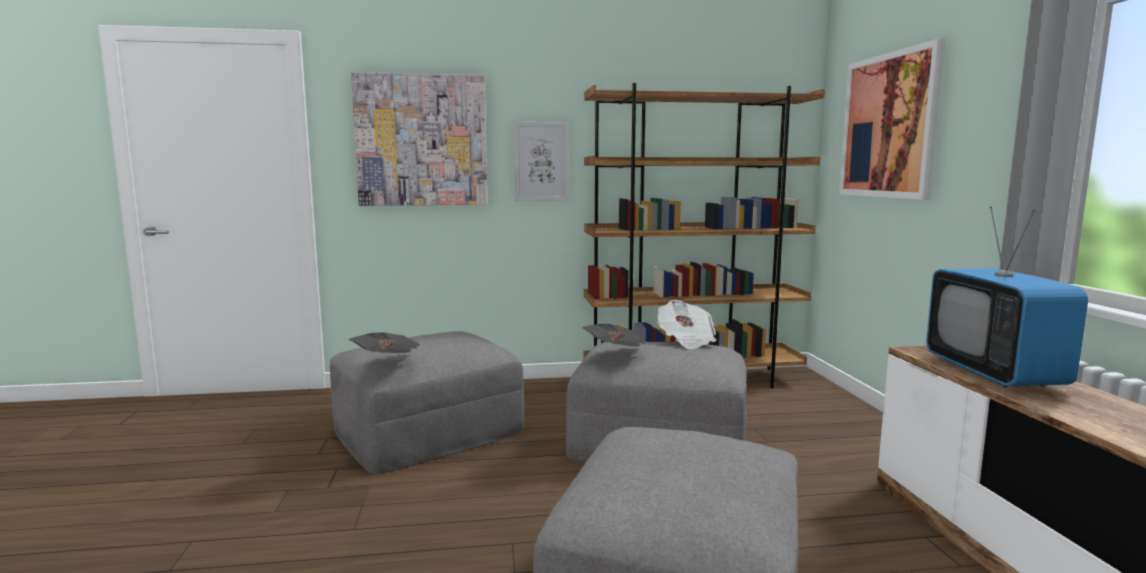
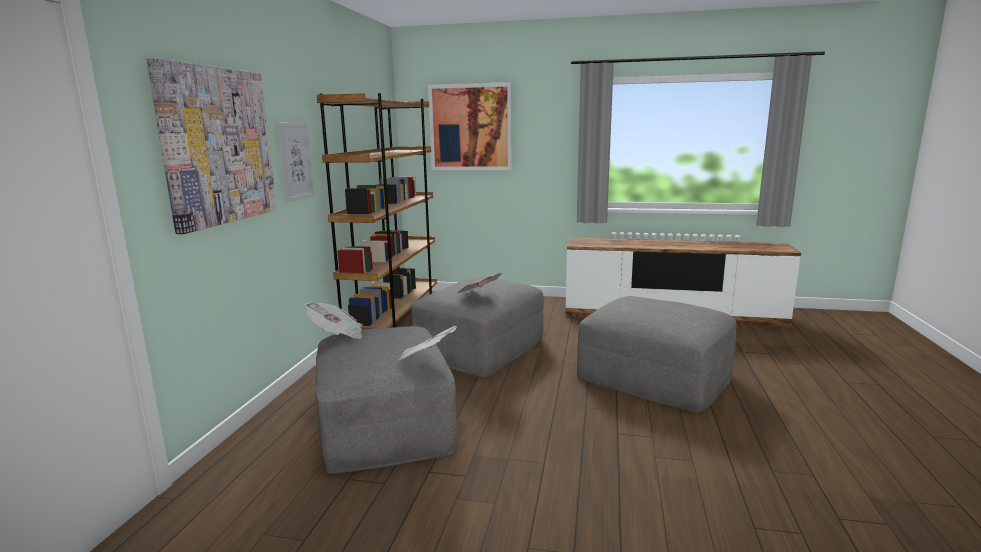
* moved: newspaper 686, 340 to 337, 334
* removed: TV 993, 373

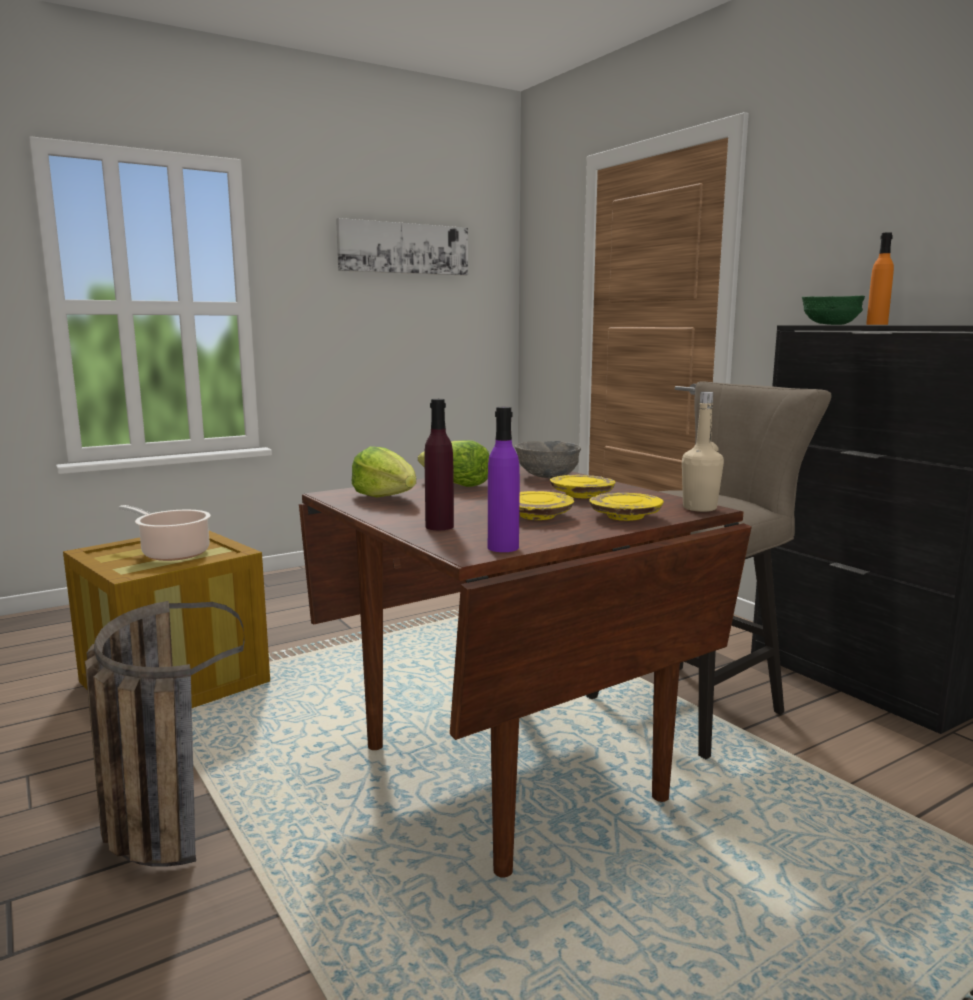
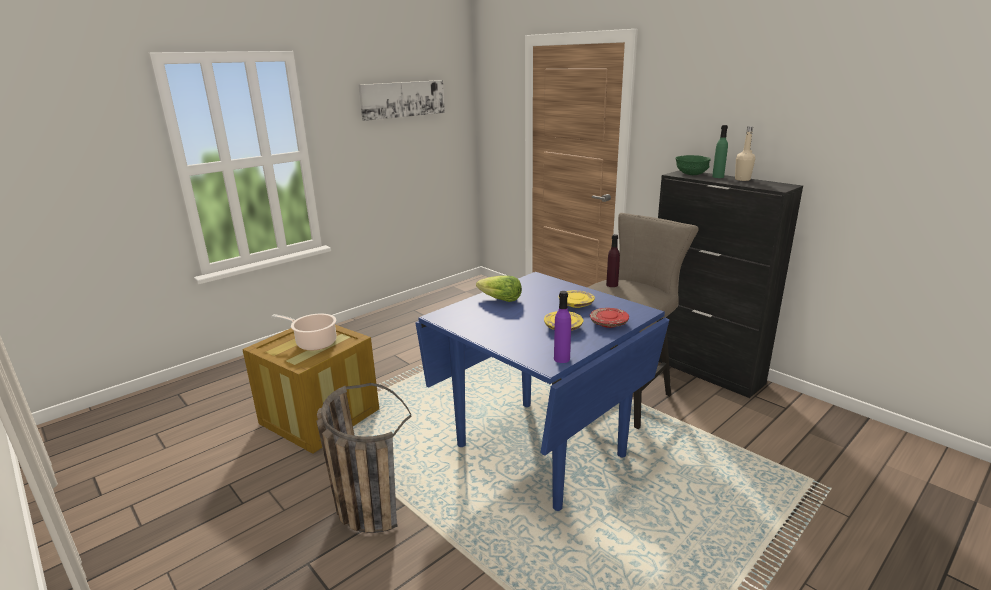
* recoloured: brown dining table 512, 771 to blue dining table 541, 450
* recoloured: yellow flat dish 625, 517 to reddish flat dish 608, 324
* moved: purple-coloured beverage bottle 439, 526 to 612, 285
* recoloured: orangey beverage bottle 877, 324 to greenish beverage bottle 718, 177
* moved: beige beverage bottle 699, 508 to 742, 179
* removed: lettuce 387, 497
* removed: gray deep dish 547, 476

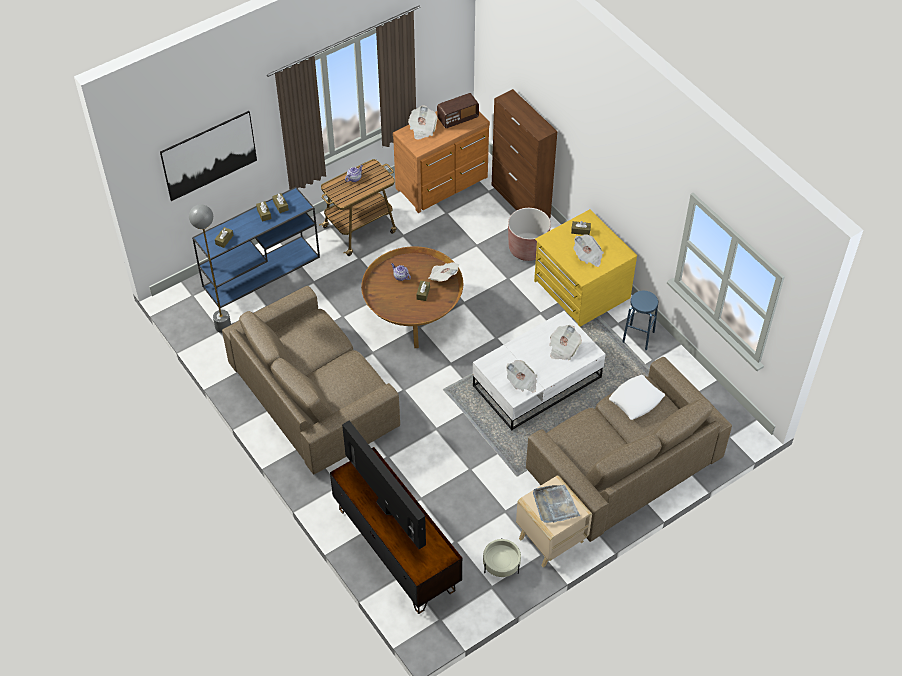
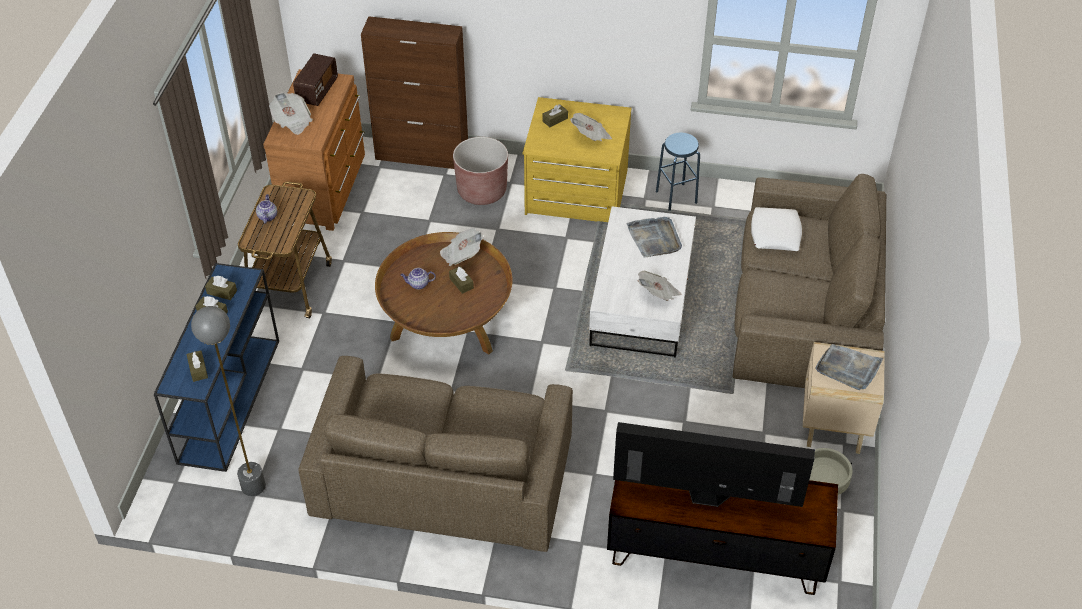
* replaced: newspaper 563, 348 to gray carrying tray 655, 238
* removed: wall picture 209, 155

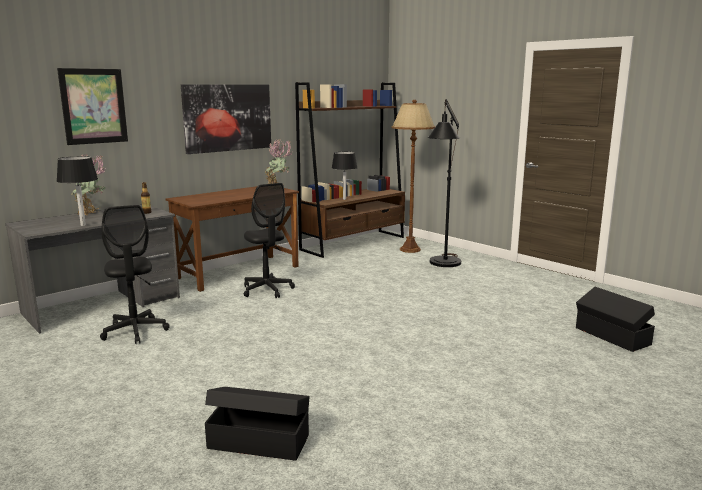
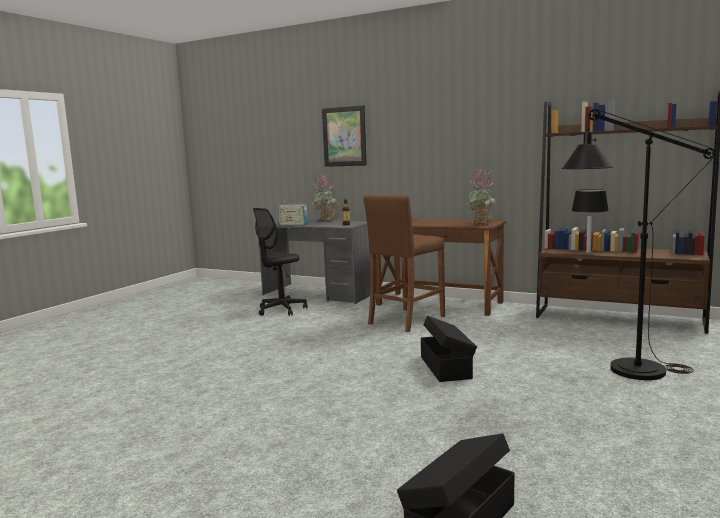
* replaced: blackish lamp for a table 83, 225 to radio set 293, 225
* replaced: blackish office chair 267, 290 to brown stool seat 406, 320
* moved: blackish storage box 258, 441 to 446, 367
* removed: wall picture 227, 117
* removed: brown standard lamp 409, 249

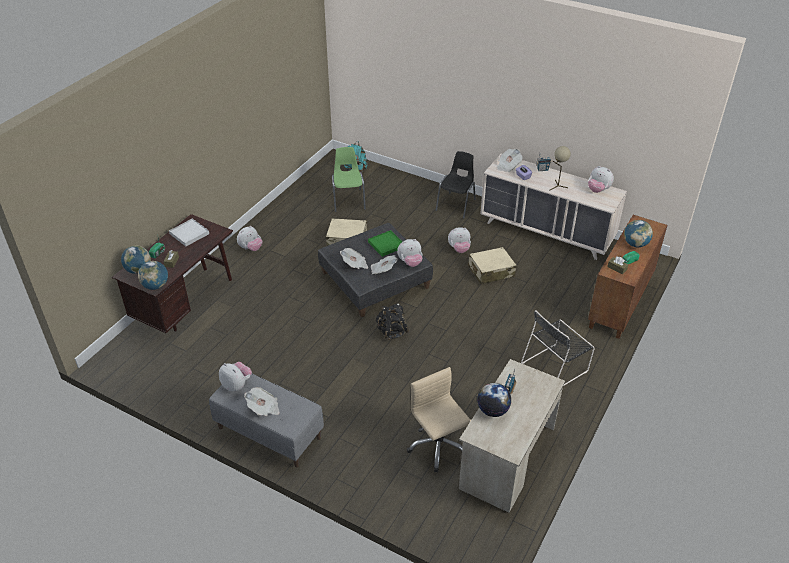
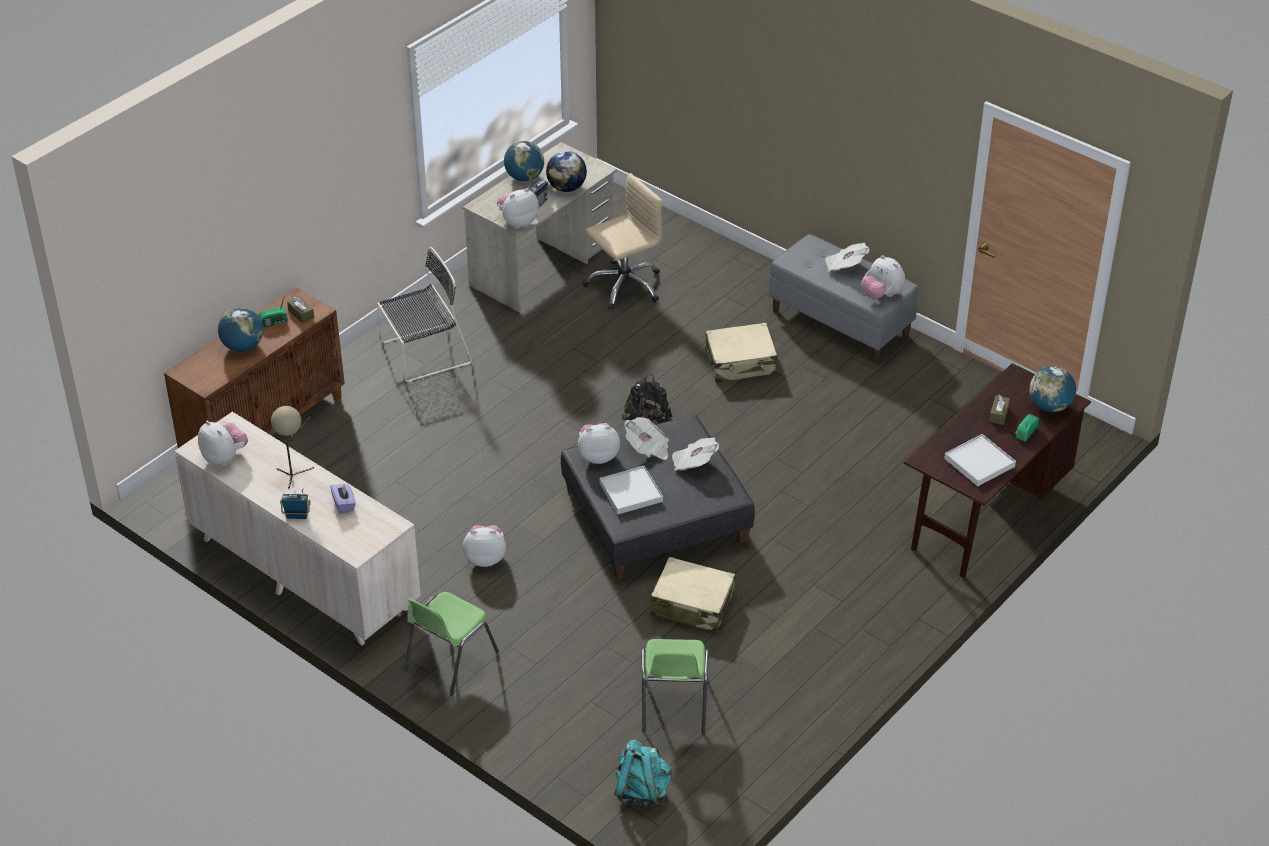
* recoloured: blackish plain chair 456, 205 to greenish plain chair 449, 661
* moved: soft toy 250, 248 to 518, 222
* moved: globe 155, 286 to 524, 177
* turned: beige office chair 437, 446 = 624, 285 105 degrees counterclockwise
* recoloured: greenish carrying tray 386, 245 to whitish carrying tray 631, 492
* moved: beige piece of luggage 491, 271 to 741, 362
* removed: newspaper 508, 166

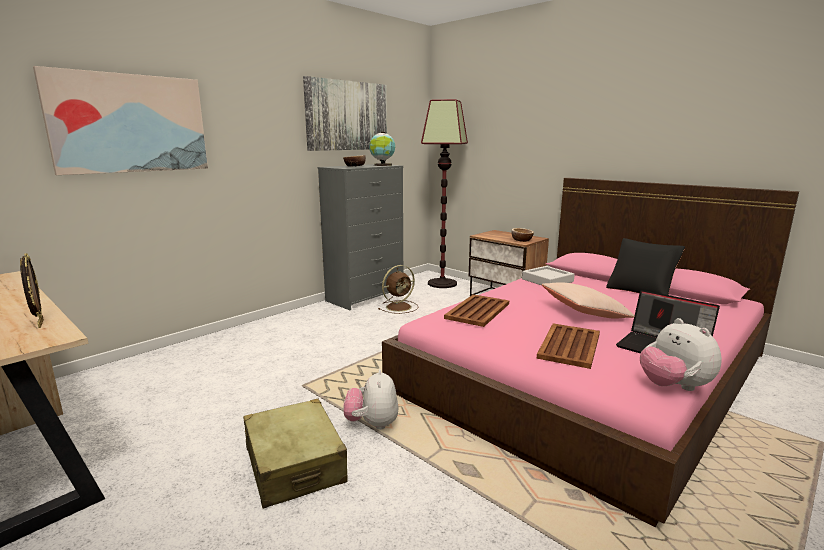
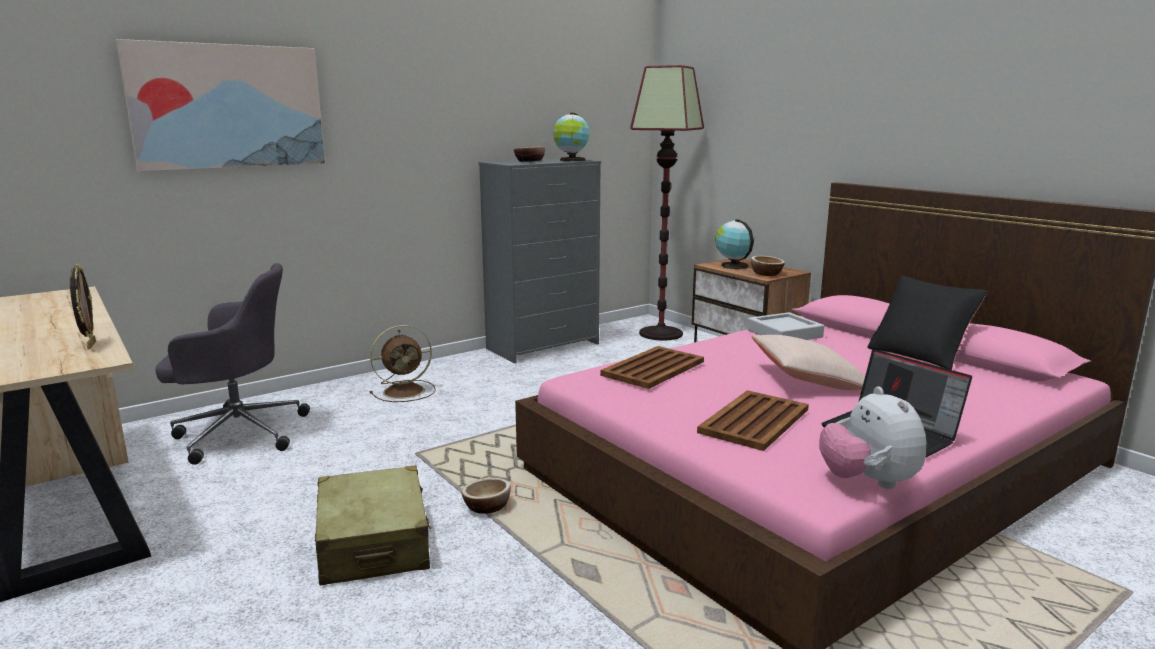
* added: gray office chair 237, 433
* moved: brown cooling fan 399, 307 to 406, 391
* replaced: soft toy 372, 424 to deep dish 487, 507
* added: globe 733, 266
* removed: wall picture 347, 116

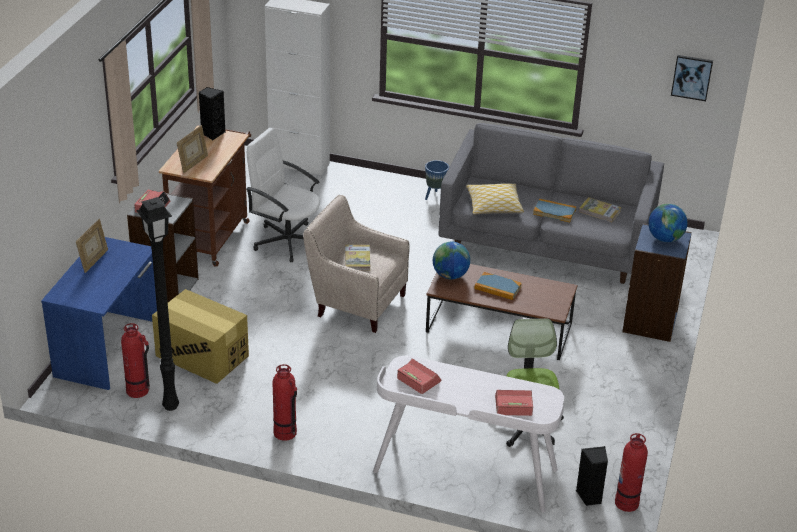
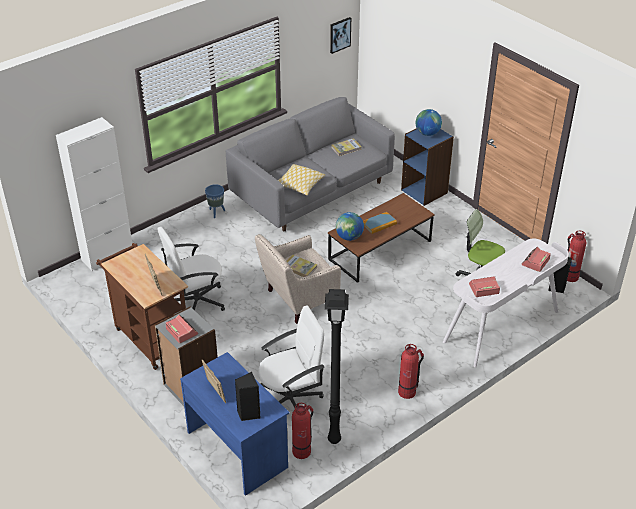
* moved: blackish loudspeaker 212, 133 to 248, 413
* replaced: packing box 202, 356 to whitish office chair 291, 400
* removed: book 554, 212

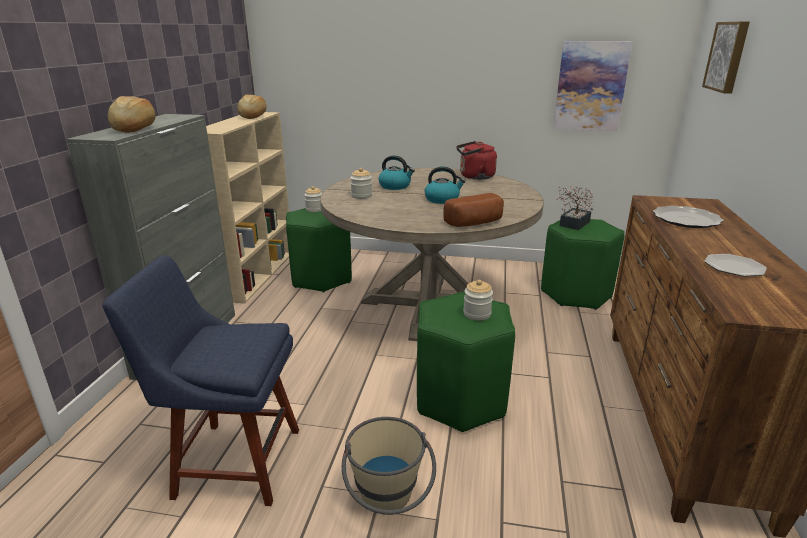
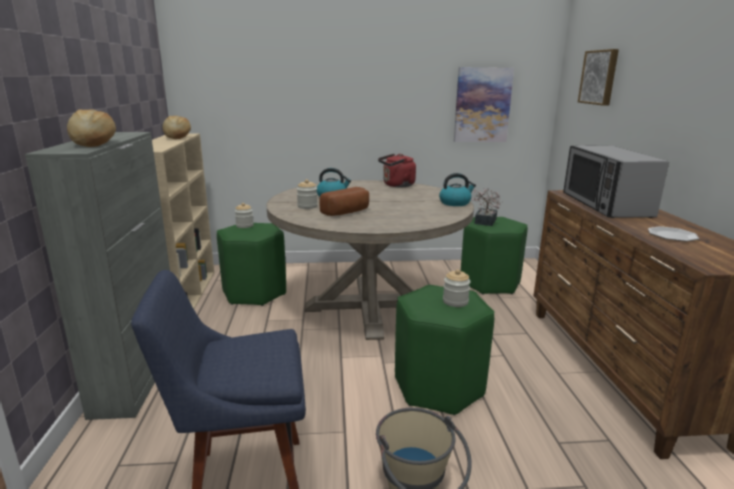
* moved: bread 476, 223 to 347, 212
* moved: kettle 442, 199 to 455, 203
* replaced: flat dish 686, 220 to microwave 605, 205

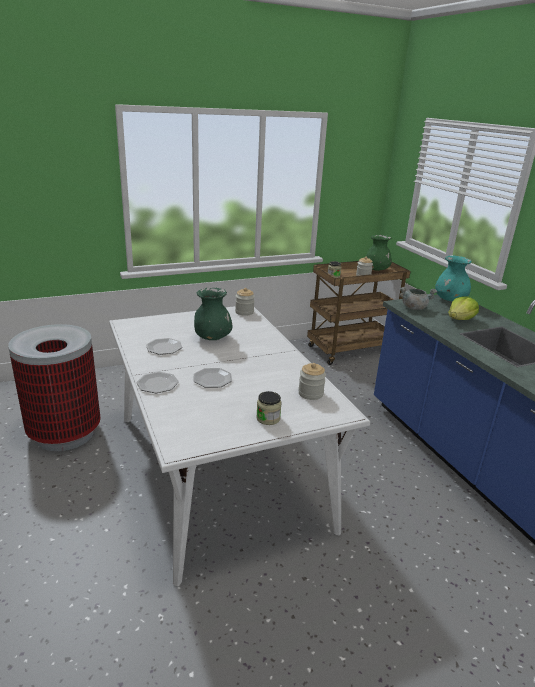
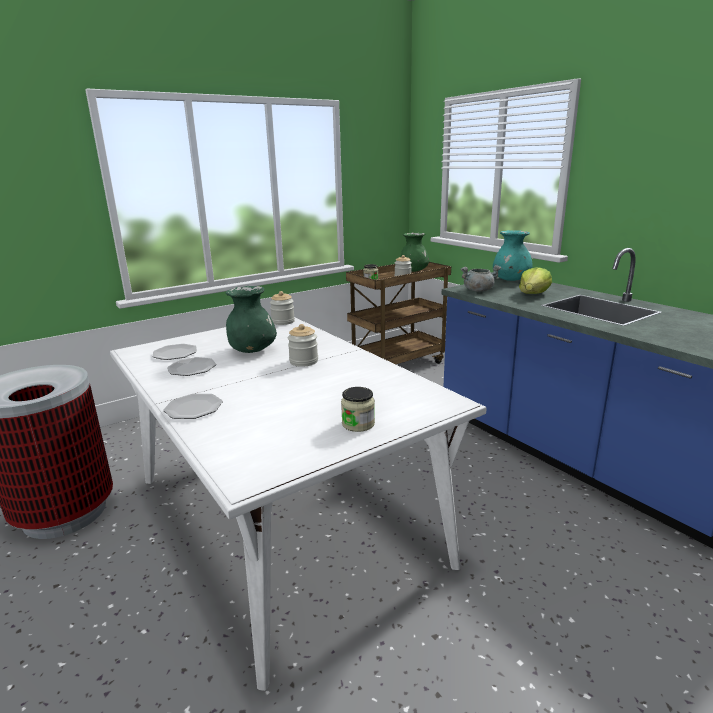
* moved: flat dish 212, 379 to 175, 354
* moved: storage jar 310, 393 to 303, 361

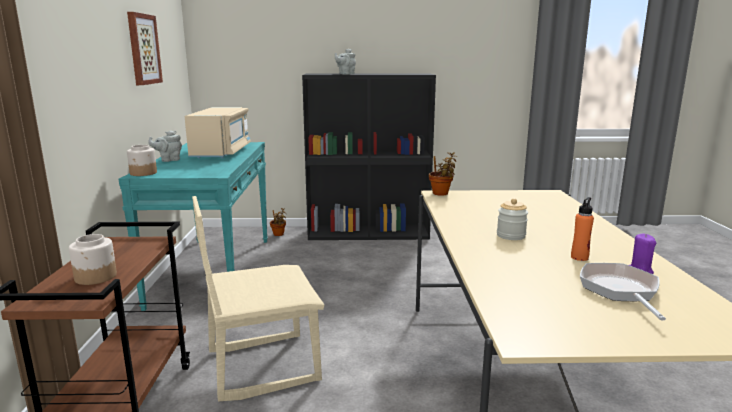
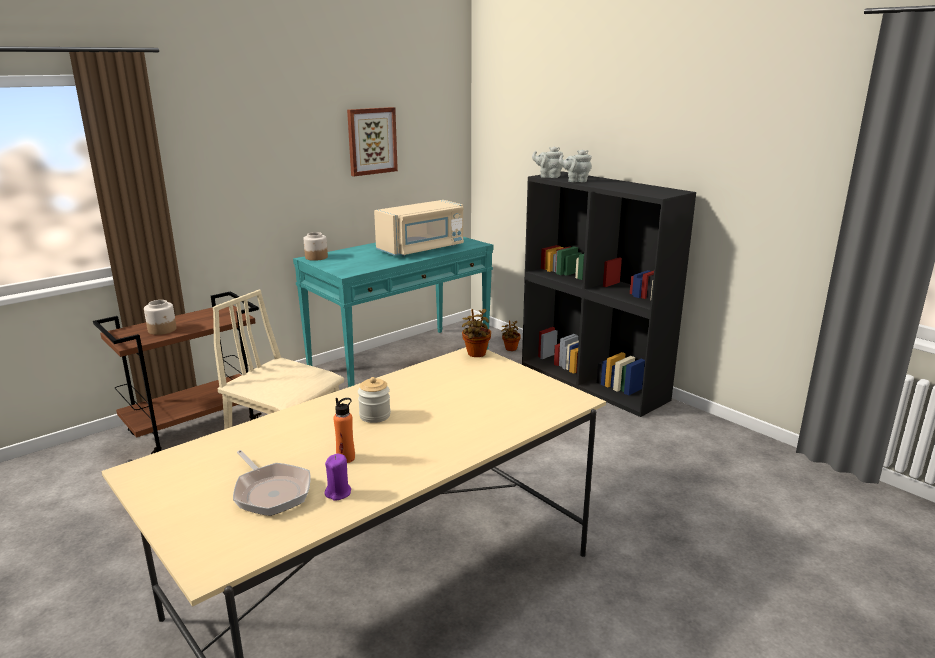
* turned: frying pan 620, 291 = 271, 491 90 degrees clockwise
* moved: gray tea pot 168, 160 to 548, 176

